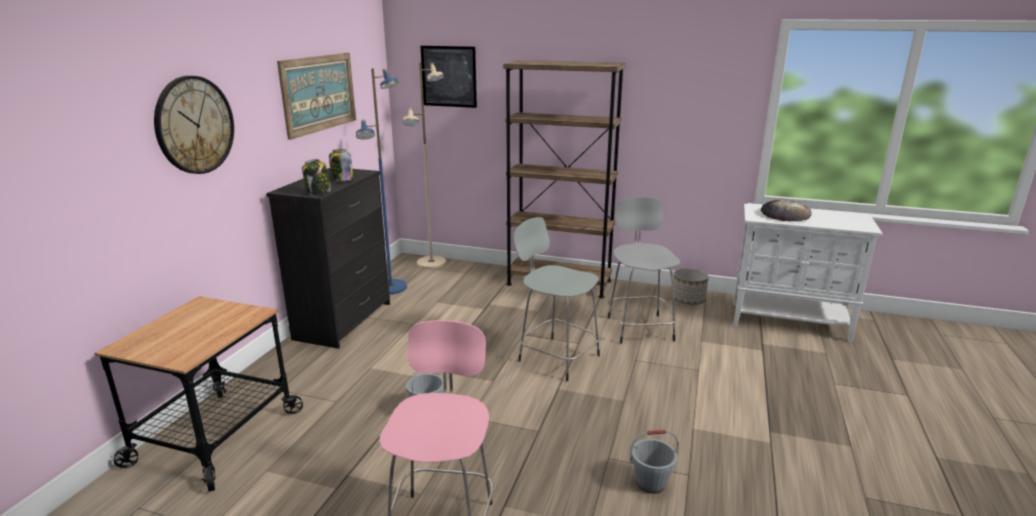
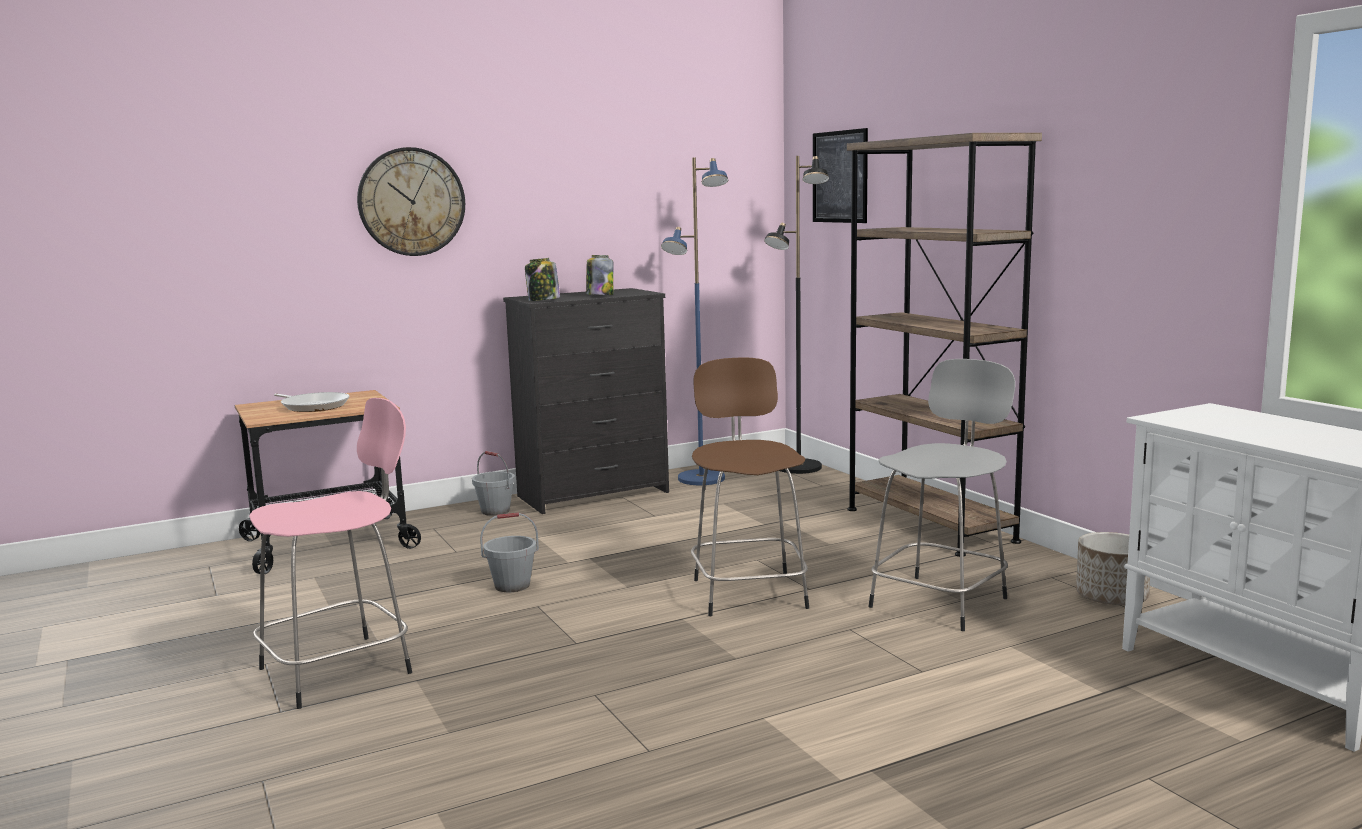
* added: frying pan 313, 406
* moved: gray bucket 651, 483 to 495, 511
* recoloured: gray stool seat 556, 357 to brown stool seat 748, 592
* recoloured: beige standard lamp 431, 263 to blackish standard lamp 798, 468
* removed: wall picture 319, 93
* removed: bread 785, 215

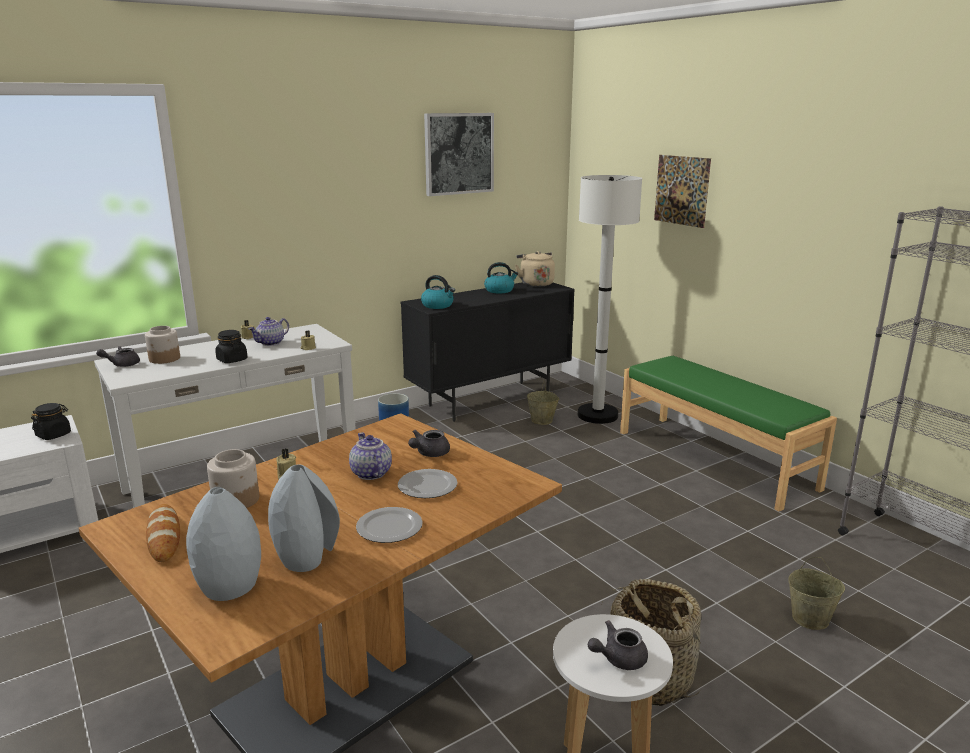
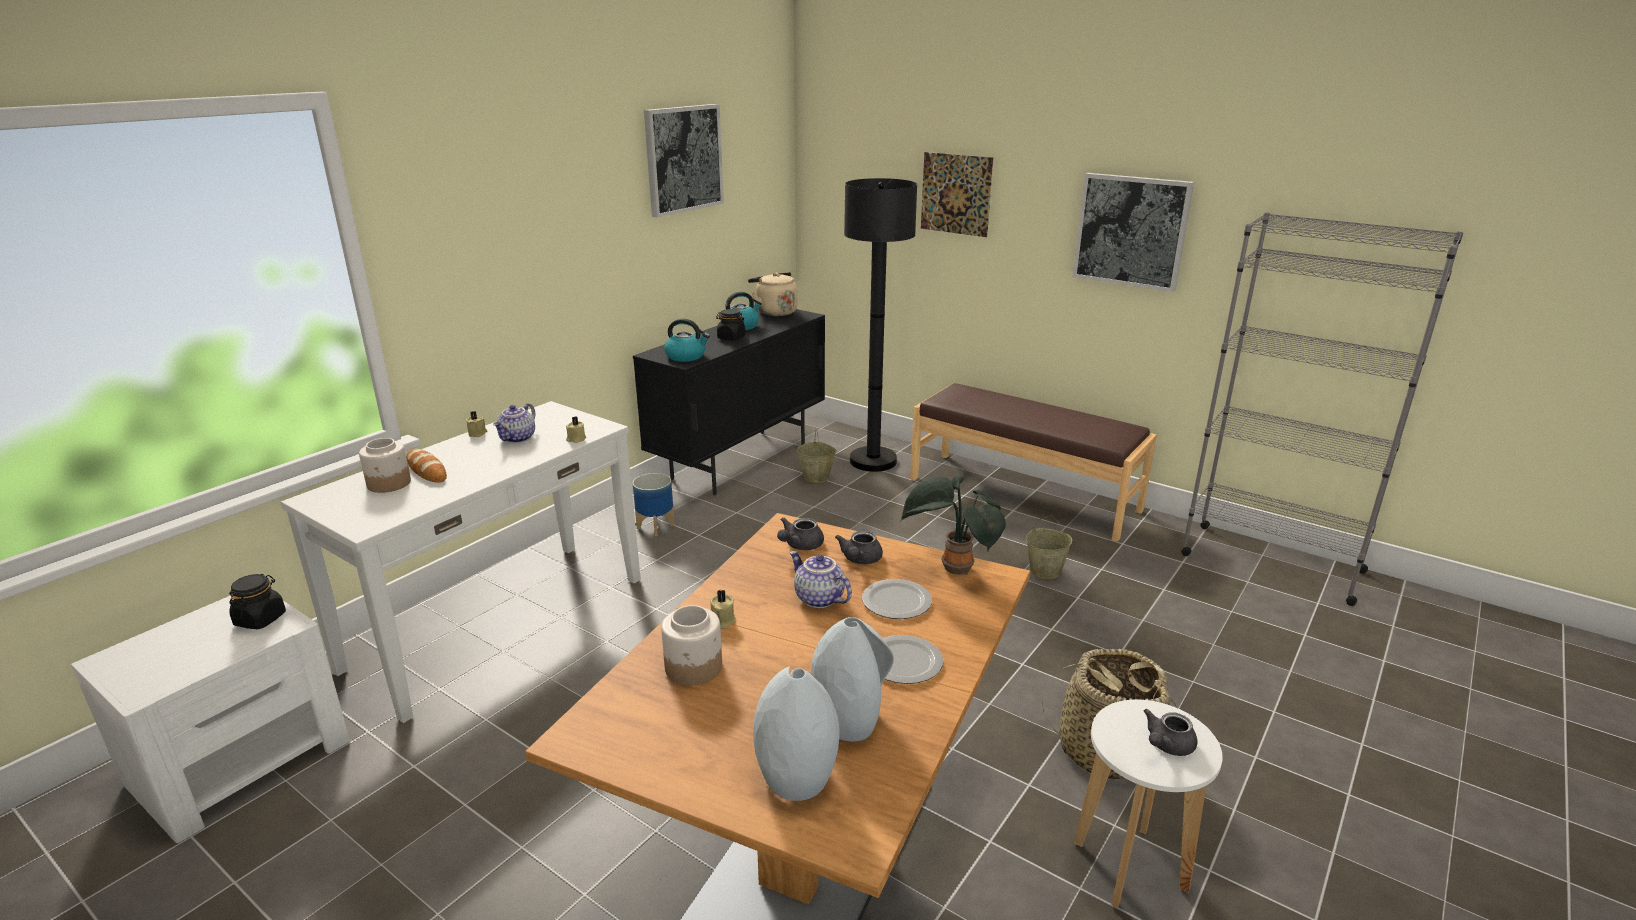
* moved: bread 164, 536 to 426, 470
* moved: blackish storage jar 232, 360 to 731, 338
* moved: gray tea pot 122, 364 to 799, 545
* recoloured: whitish standard lamp 597, 415 to blackish standard lamp 873, 461
* added: houseplant 953, 568
* recoloured: greenish bench 714, 459 to brown bench 1023, 494
* moved: beige bucket 810, 619 to 1045, 571
* added: wall picture 1131, 231

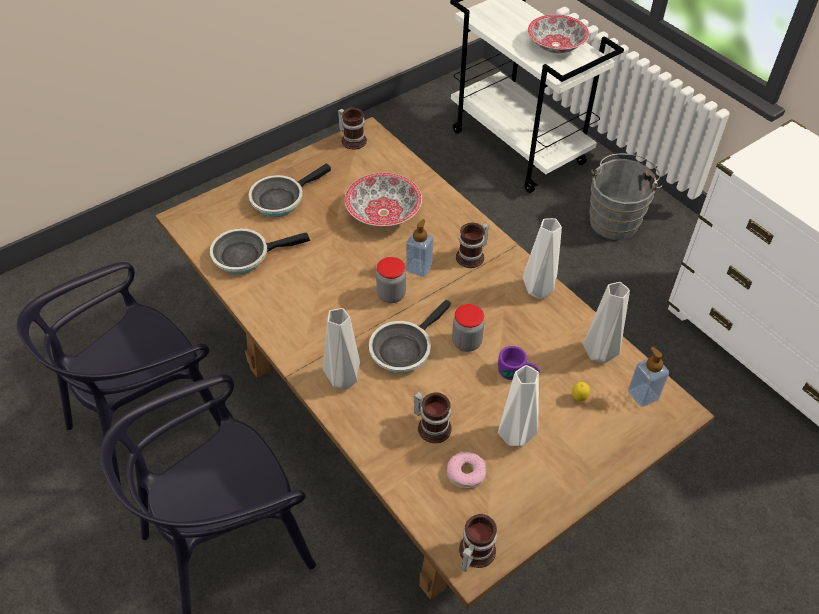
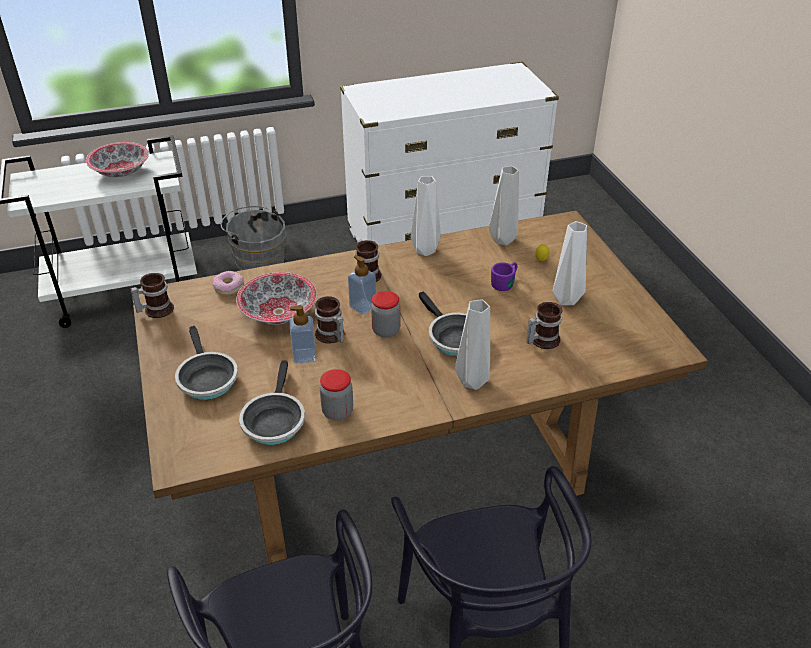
* moved: donut 466, 473 to 229, 287
* moved: soap bottle 643, 395 to 304, 356
* moved: tea mug 473, 552 to 330, 336
* moved: storage jar 466, 342 to 337, 412

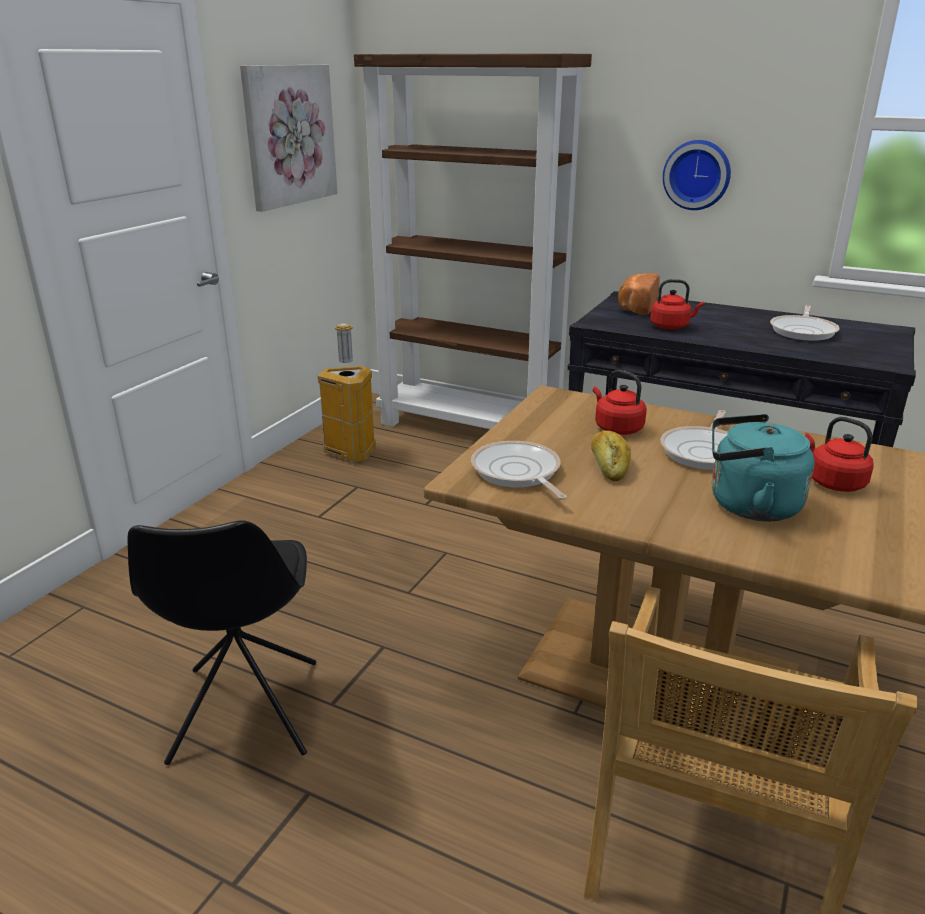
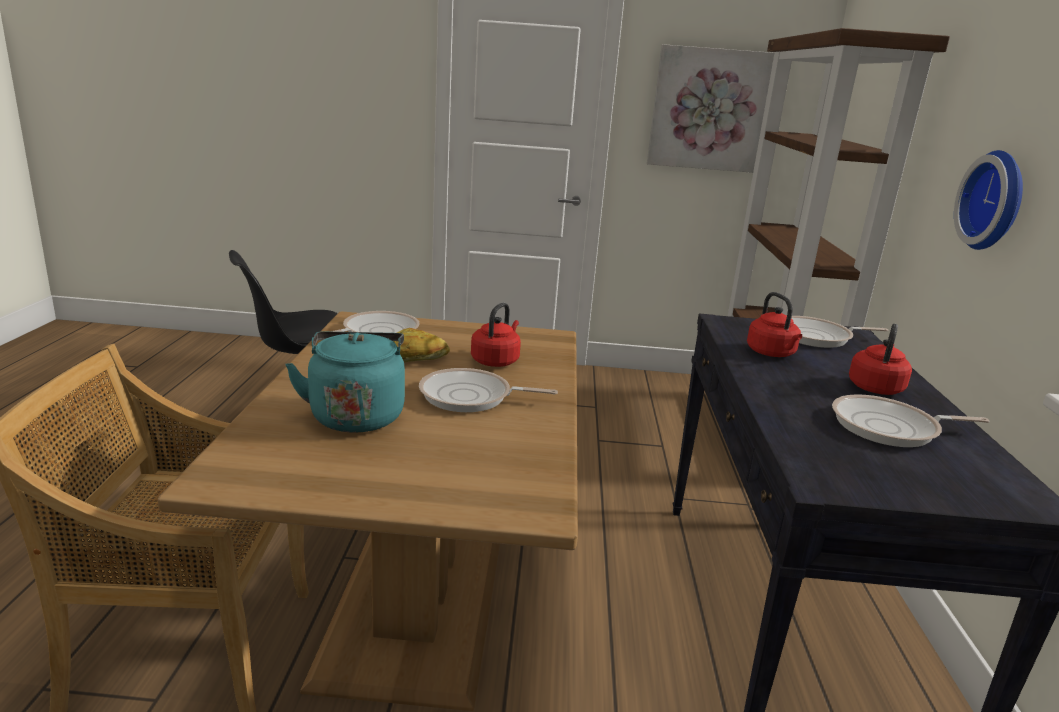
* replaced: bread 636, 307 to frying pan 817, 337
* moved: reddish kettle 833, 482 to 875, 387
* removed: rubbish bin 350, 453

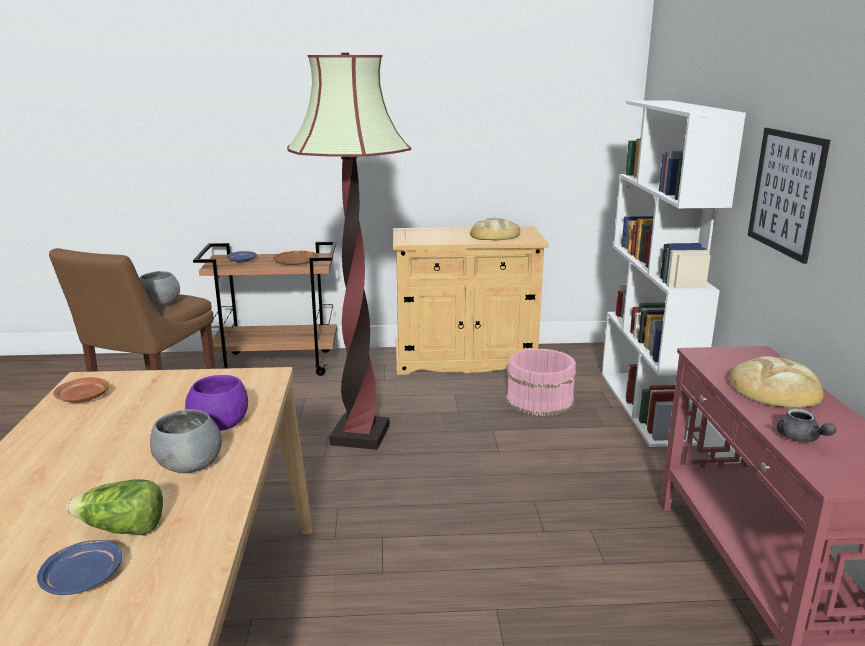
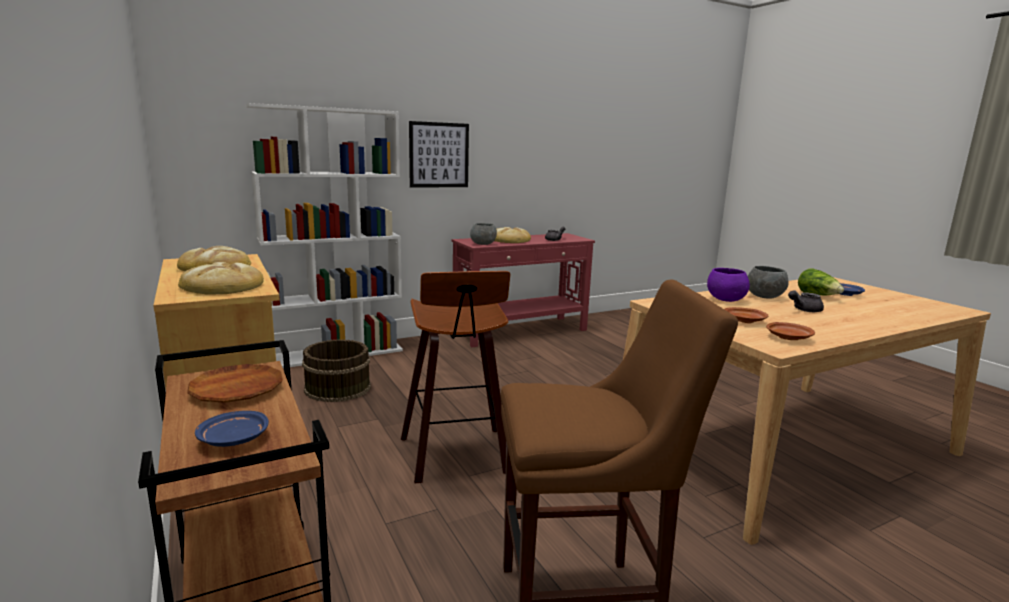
* added: bread 222, 286
* recoloured: pink-coloured bucket 539, 399 to brown bucket 337, 388
* replaced: standard lamp 360, 435 to stool seat 457, 456
* moved: gray deep dish 160, 304 to 483, 244
* added: brown flat dish 745, 321
* added: gray tea pot 803, 310

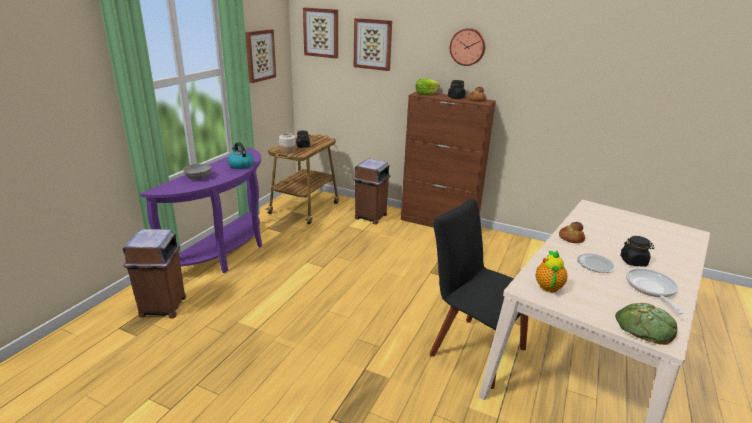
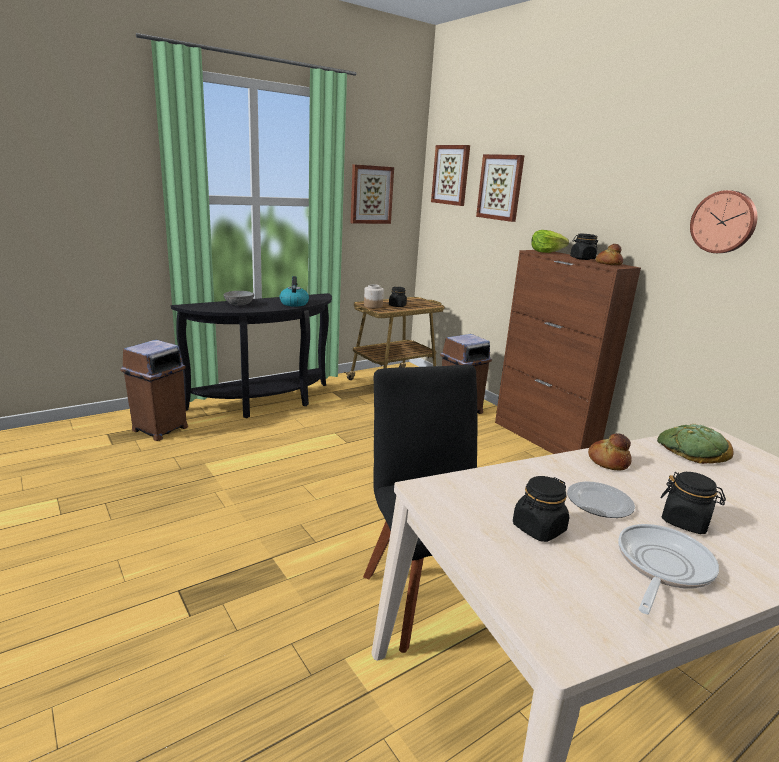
* recoloured: purple-coloured narrow table 227, 254 to blackish narrow table 266, 403
* added: blackish storage jar 538, 528
* moved: bread 645, 327 to 692, 450
* moved: wall clock 467, 47 to 724, 222
* removed: tea pot 548, 286

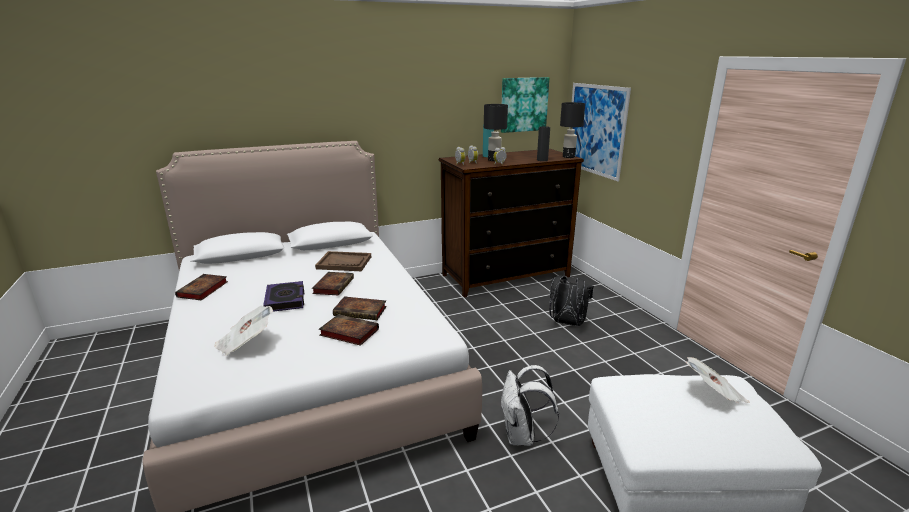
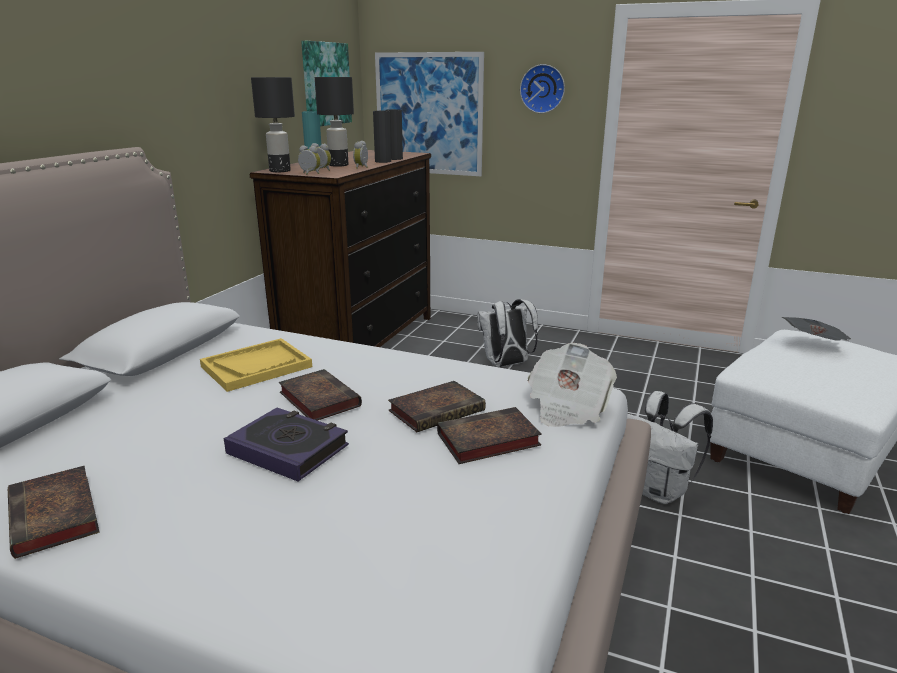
* recoloured: brown carrying tray 344, 263 to yellow carrying tray 256, 366
* moved: blackish lamp for a table 568, 157 to 279, 171
* added: blackish flower vase 383, 161
* recoloured: blackish backpack 567, 323 to whitish backpack 506, 364
* added: wall clock 543, 89
* moved: newspaper 245, 343 to 567, 407

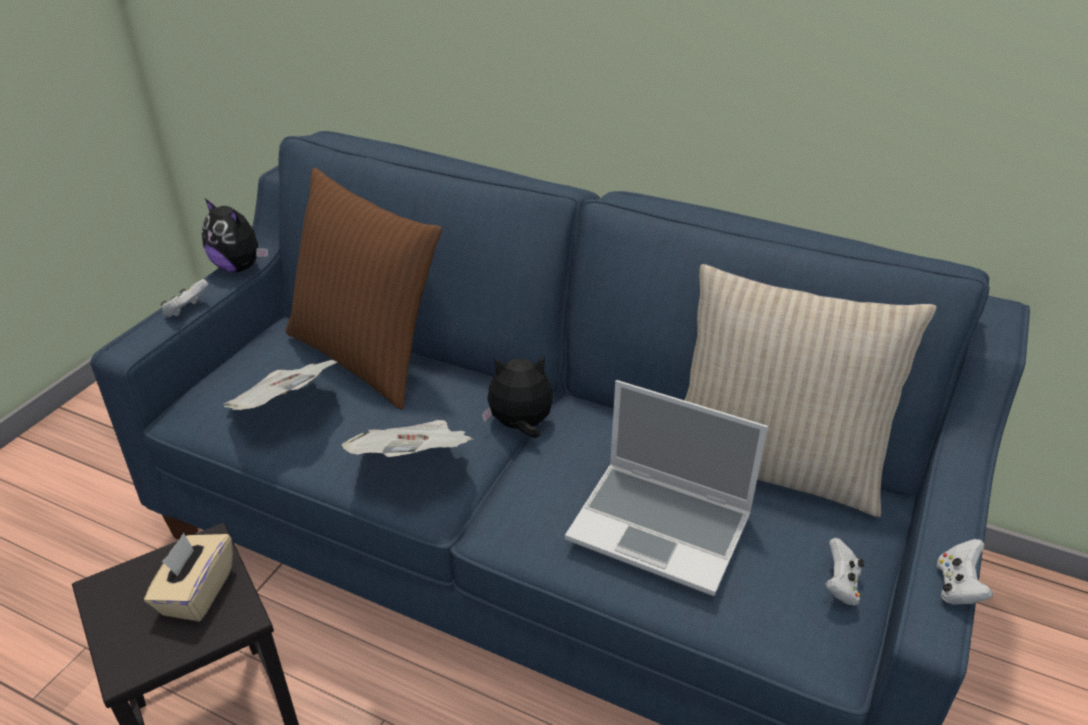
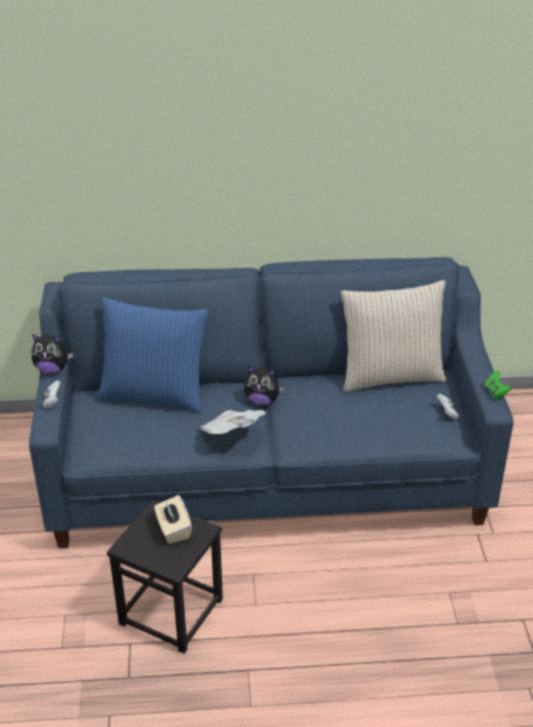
* recoloured: brown pillow 367, 356 to blue pillow 154, 395
* turned: soft toy 520, 426 = 262, 401 135 degrees counterclockwise
* recoloured: whitish gamepad 957, 587 to greenish gamepad 495, 392
* removed: newspaper 285, 407
* removed: laptop 662, 528

